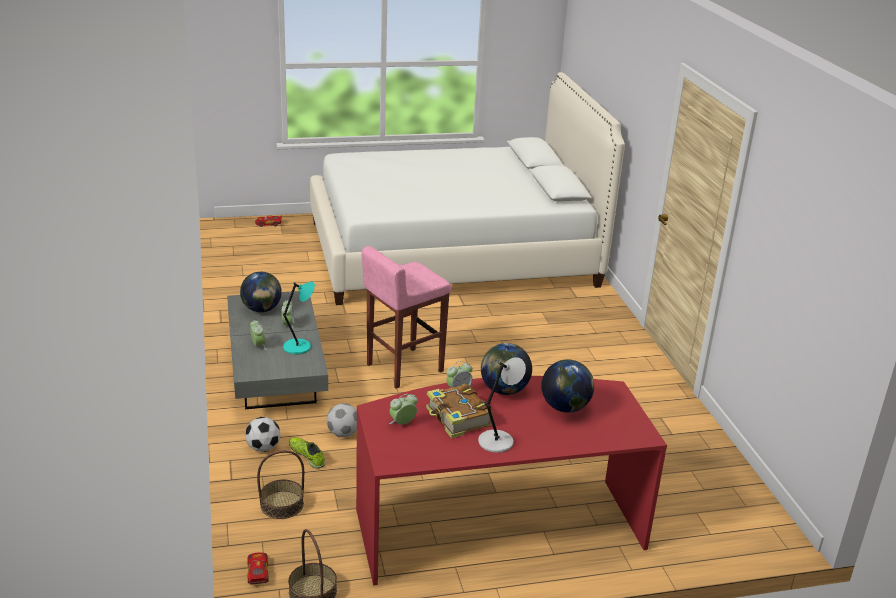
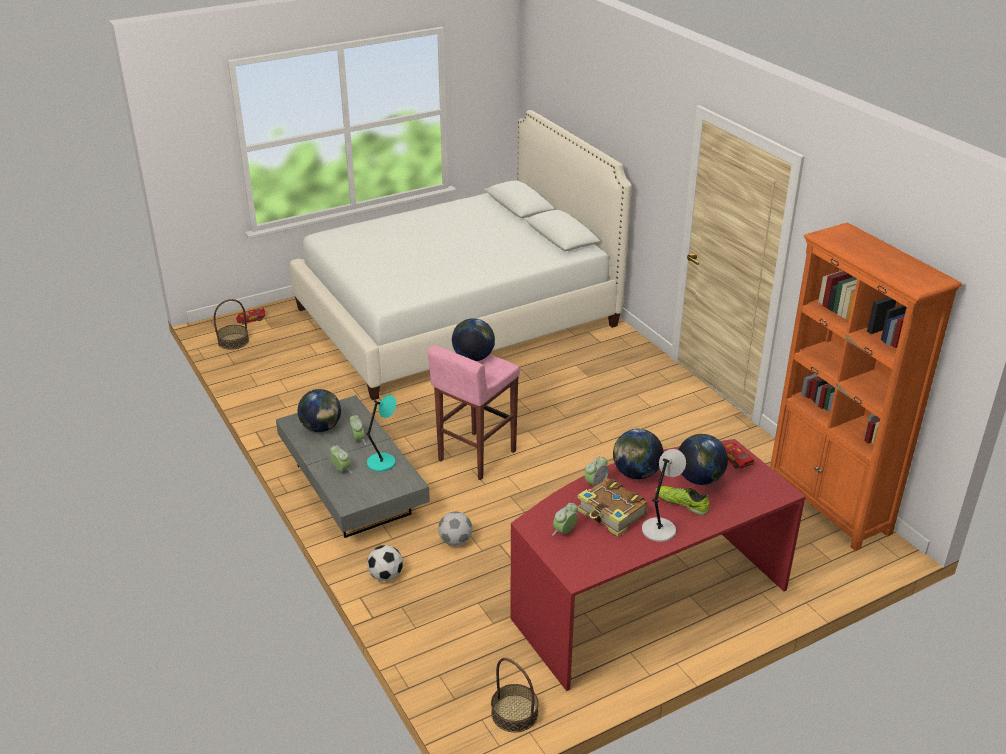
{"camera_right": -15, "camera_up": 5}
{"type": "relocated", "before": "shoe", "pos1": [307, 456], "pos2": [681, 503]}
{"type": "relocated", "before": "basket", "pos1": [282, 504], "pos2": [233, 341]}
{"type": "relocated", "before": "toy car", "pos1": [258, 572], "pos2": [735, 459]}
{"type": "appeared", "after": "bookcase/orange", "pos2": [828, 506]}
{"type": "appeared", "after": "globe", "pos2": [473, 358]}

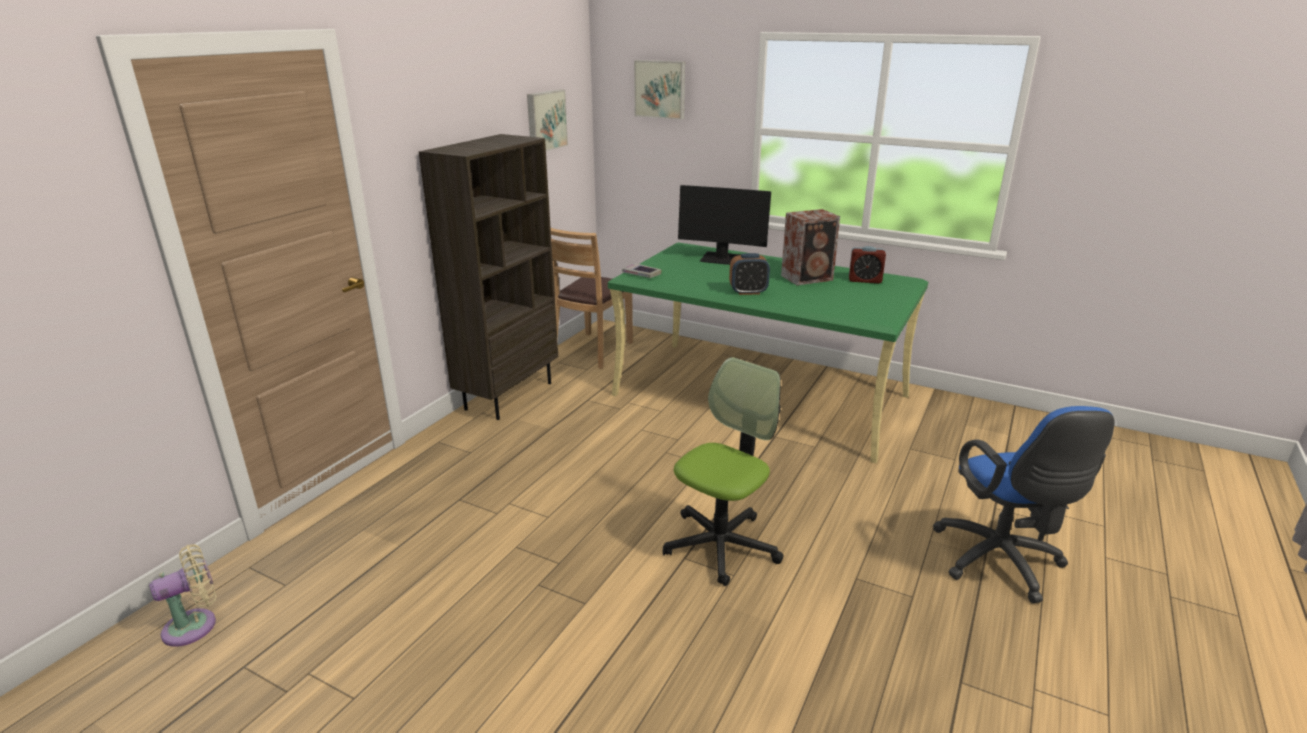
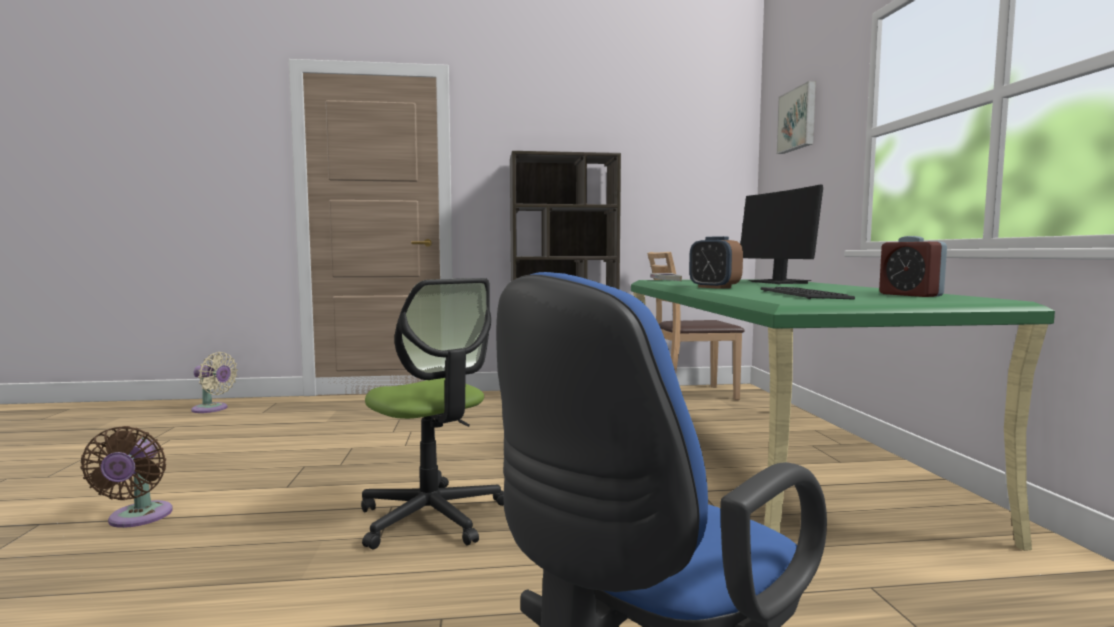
{"camera_right": 55, "camera_up": -20}
{"type": "missing", "before": "picture", "pos1": [545, 120]}
{"type": "missing", "before": "speaker", "pos1": [808, 278]}
{"type": "spun", "before": "office chair", "pos1": [721, 545], "pos2": [432, 517], "turn": 45}
{"type": "appeared", "after": "keyboard", "pos2": [804, 295]}
{"type": "appeared", "after": "fan/brown", "pos2": [137, 518]}

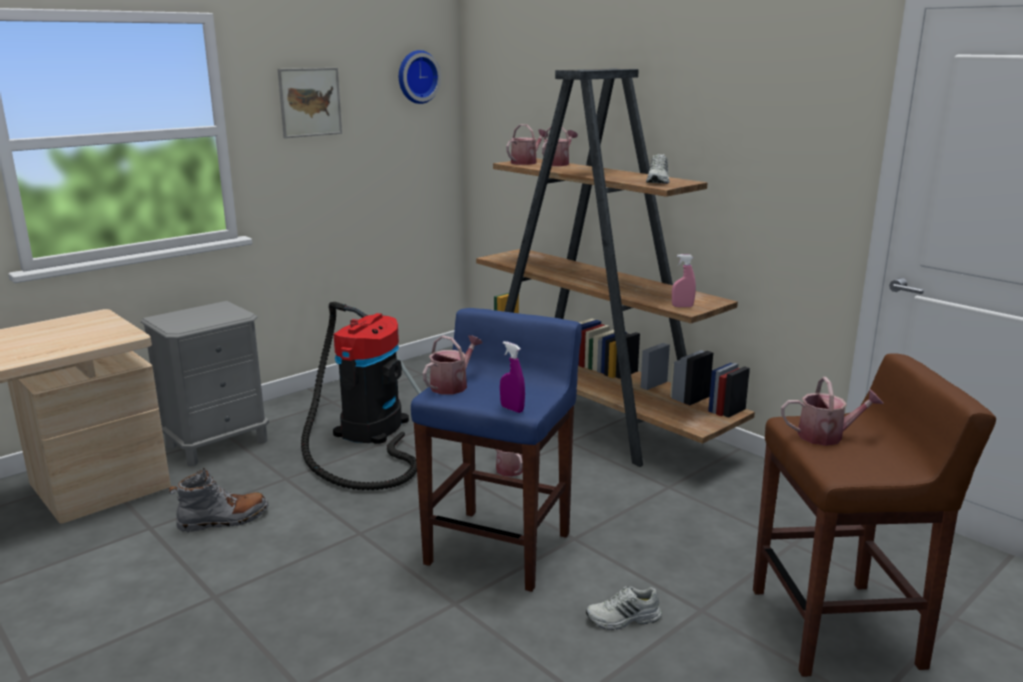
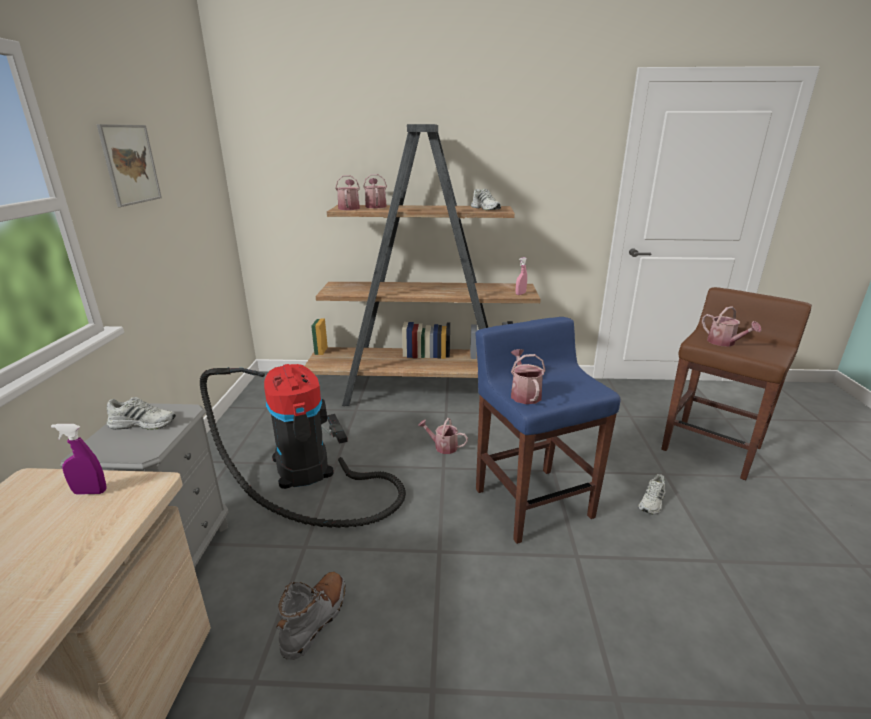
{"camera_right": -45, "camera_up": 5}
{"type": "missing", "before": "wall clock", "pos1": [417, 77]}
{"type": "relocated", "before": "spray bottle/purple", "pos1": [512, 409], "pos2": [90, 492]}
{"type": "spun", "before": "watering can", "pos1": [826, 436], "pos2": [724, 343], "turn": 105}
{"type": "appeared", "after": "shoe/white", "pos2": [144, 423]}

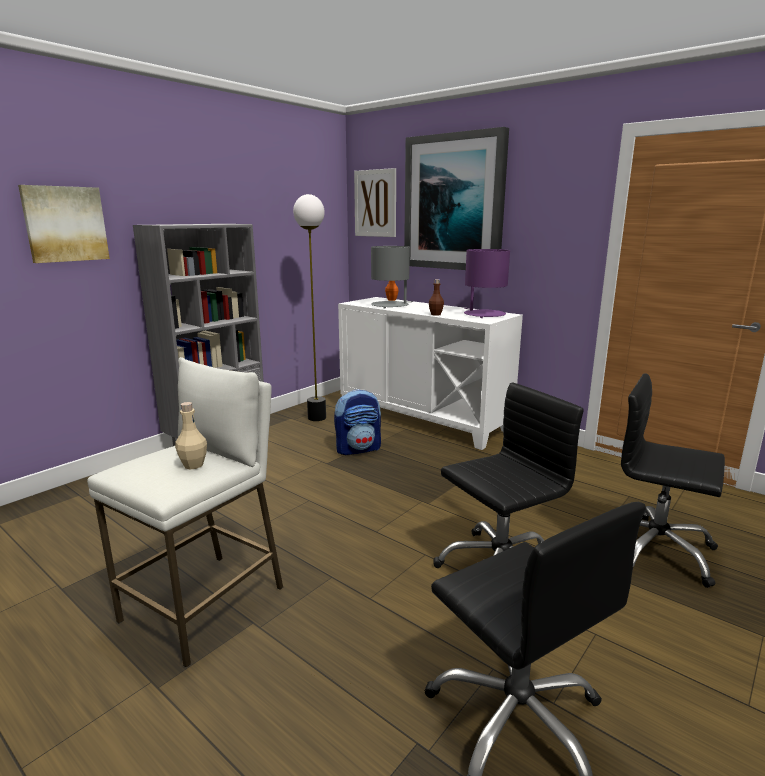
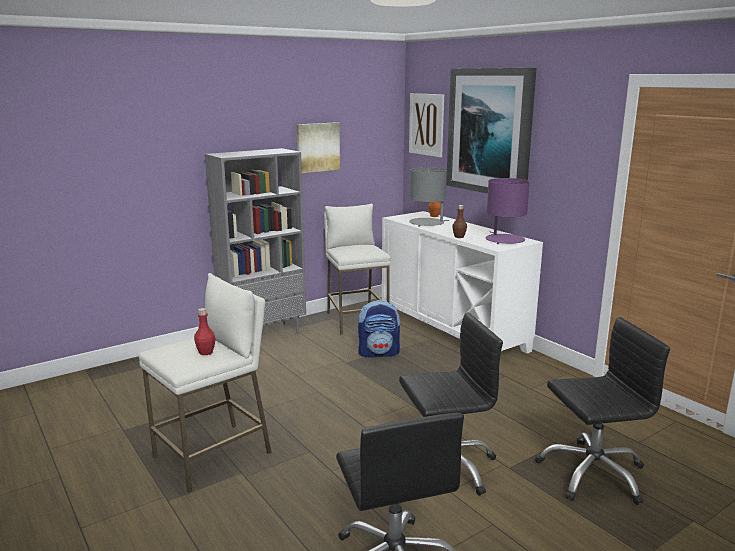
{"camera_right": 15, "camera_up": 0}
{"type": "relocated", "before": "picture", "pos1": [65, 224], "pos2": [317, 147]}
{"type": "exchanged", "before": "floor lamp", "after": "stool/white", "pos1": [317, 417], "pos2": [356, 320]}
{"type": "spun", "before": "office chair/black", "pos1": [654, 550], "pos2": [592, 473], "turn": 120}
{"type": "colour", "before": "bottle/beige", "after": "bottle/red", "pos1": [193, 465], "pos2": [206, 352]}

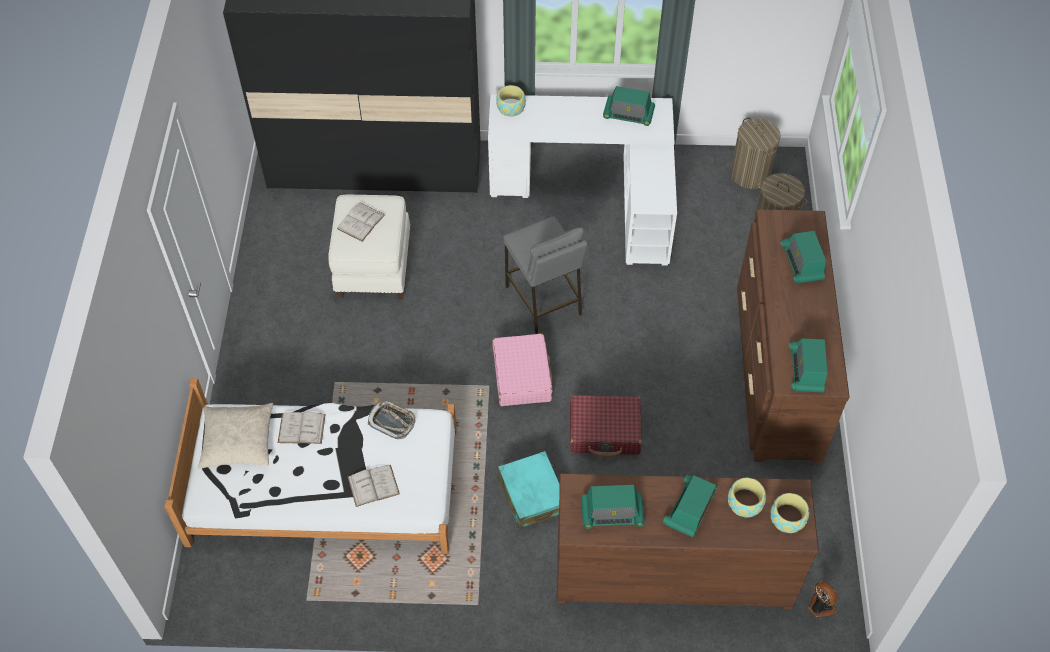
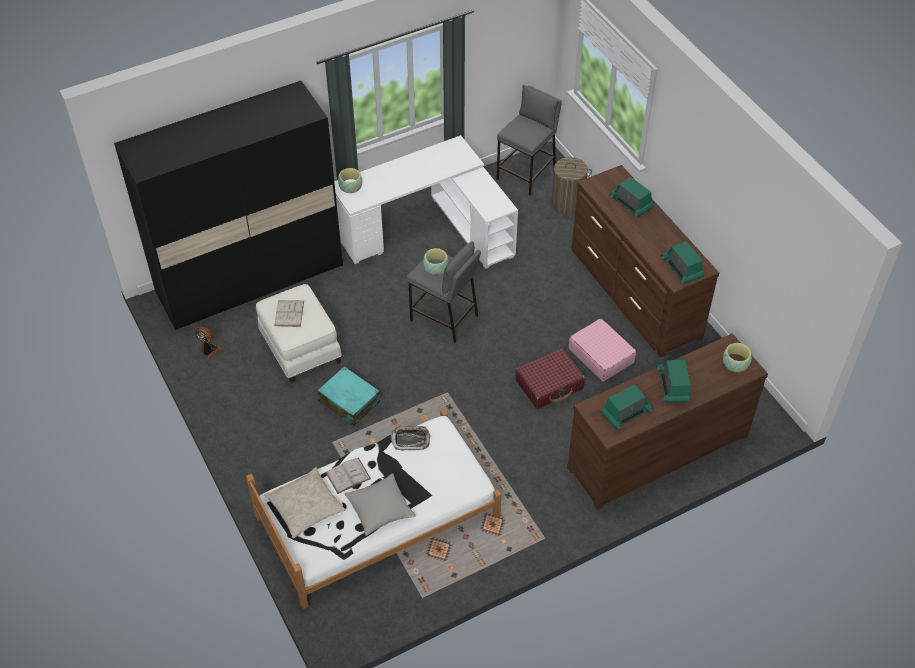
{"camera_right": -30, "camera_up": -5}
{"type": "missing", "before": "radio", "pos1": [628, 114]}
{"type": "exchanged", "before": "laundry basket", "after": "stool/grey", "pos1": [750, 174], "pos2": [527, 173]}
{"type": "relocated", "before": "suitcase/pink", "pos1": [522, 376], "pos2": [601, 355]}
{"type": "relocated", "before": "suitcase/turquoise", "pos1": [532, 495], "pos2": [349, 402]}
{"type": "missing", "before": "book/white", "pos1": [373, 485]}
{"type": "relocated", "before": "bowl", "pos1": [745, 503], "pos2": [436, 267]}
{"type": "relocated", "before": "fan", "pos1": [820, 606], "pos2": [209, 350]}
{"type": "appeared", "after": "pillow/grey", "pos2": [380, 509]}

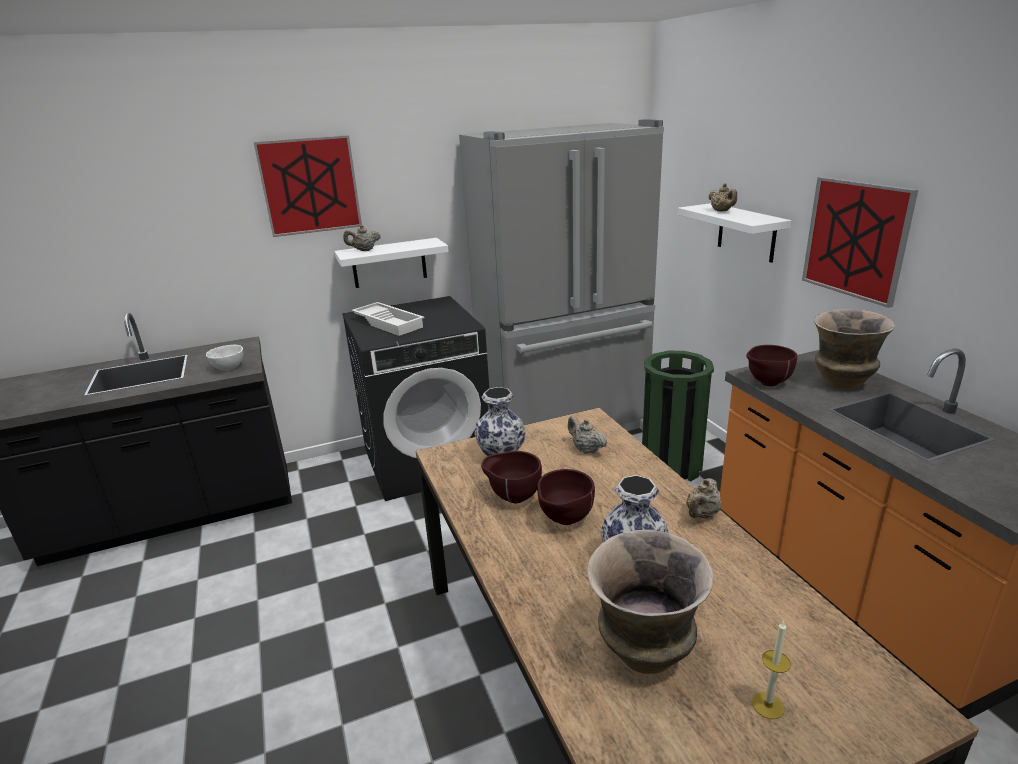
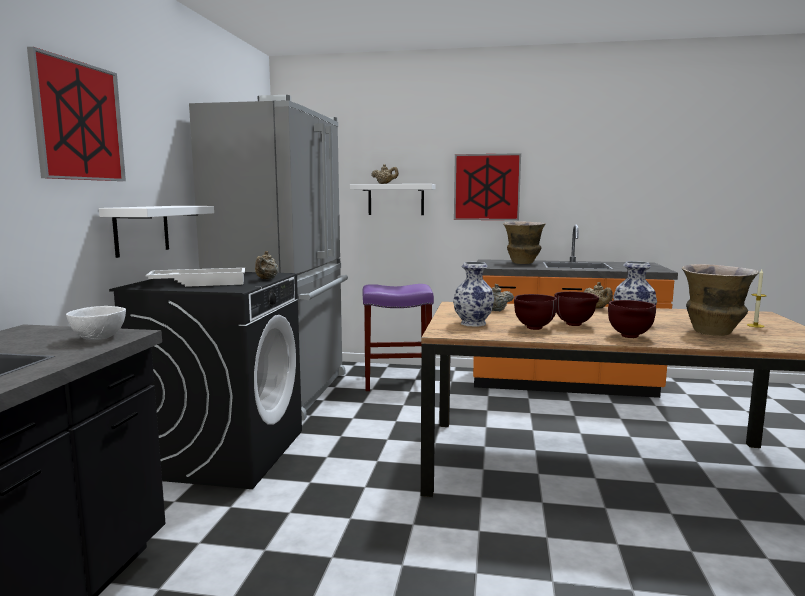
{"camera_right": -60, "camera_up": -15}
{"type": "relocated", "before": "teapot/beige", "pos1": [364, 250], "pos2": [266, 279]}
{"type": "relocated", "before": "bowl/brown", "pos1": [766, 383], "pos2": [630, 337]}
{"type": "exchanged", "before": "trash can/green", "after": "stool/purple", "pos1": [671, 466], "pos2": [398, 382]}

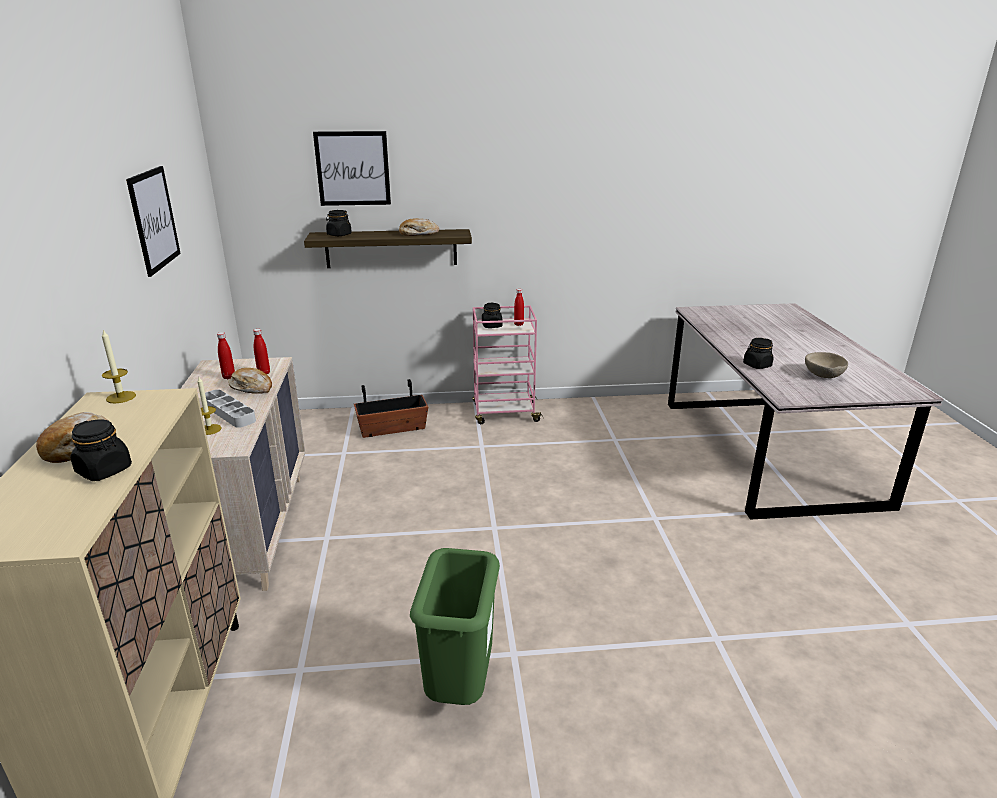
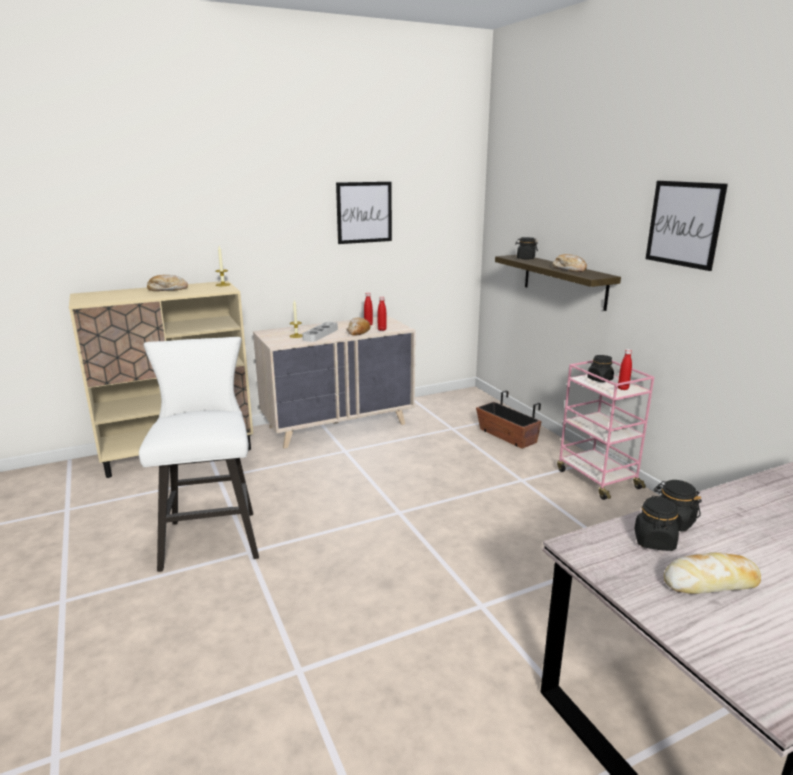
{"camera_right": 70, "camera_up": -5}
{"type": "relocated", "before": "picture", "pos1": [353, 168], "pos2": [684, 224]}
{"type": "exchanged", "before": "bowl/beige", "after": "bread", "pos1": [822, 375], "pos2": [710, 582]}
{"type": "relocated", "before": "jar/black", "pos1": [104, 470], "pos2": [654, 541]}
{"type": "exchanged", "before": "trash can/green", "after": "stool/white", "pos1": [459, 687], "pos2": [212, 535]}

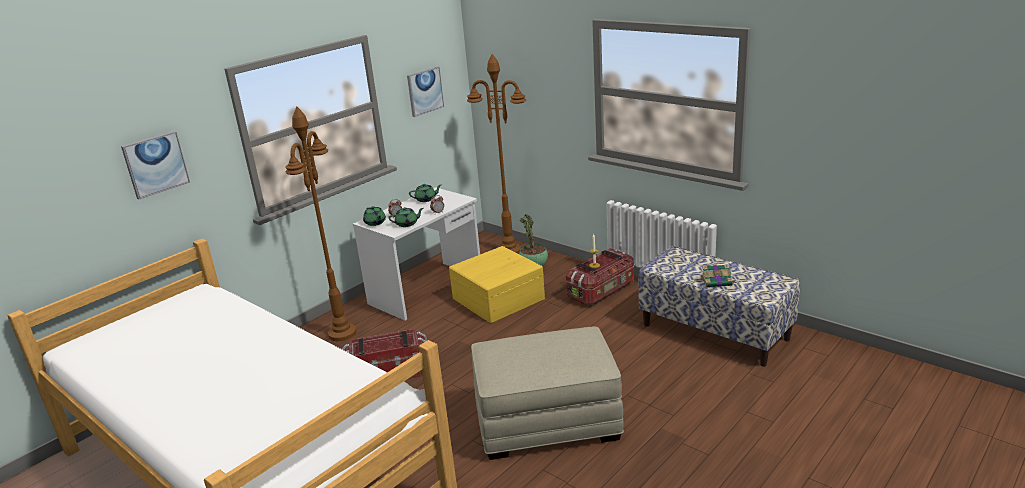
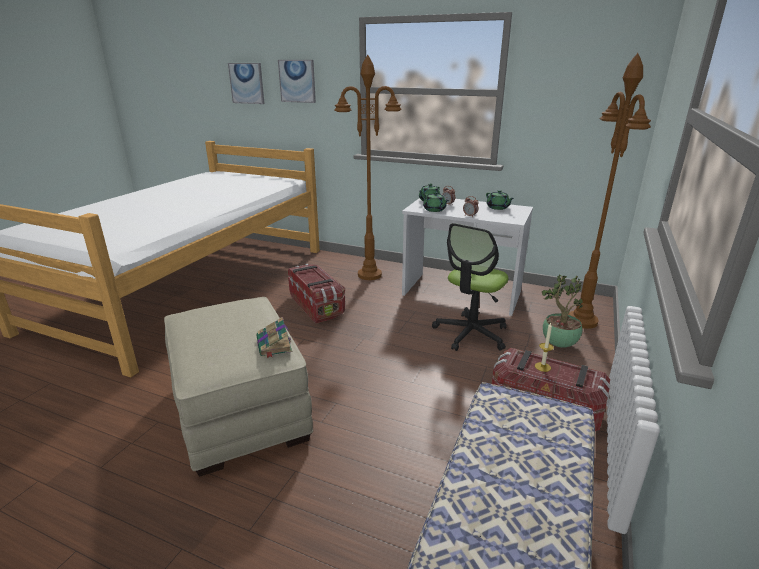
{"camera_right": 70, "camera_up": 0}
{"type": "relocated", "before": "picture", "pos1": [425, 91], "pos2": [247, 83]}
{"type": "exchanged", "before": "storage box/yellow", "after": "office chair", "pos1": [497, 298], "pos2": [471, 333]}
{"type": "relocated", "before": "book", "pos1": [717, 281], "pos2": [274, 345]}

